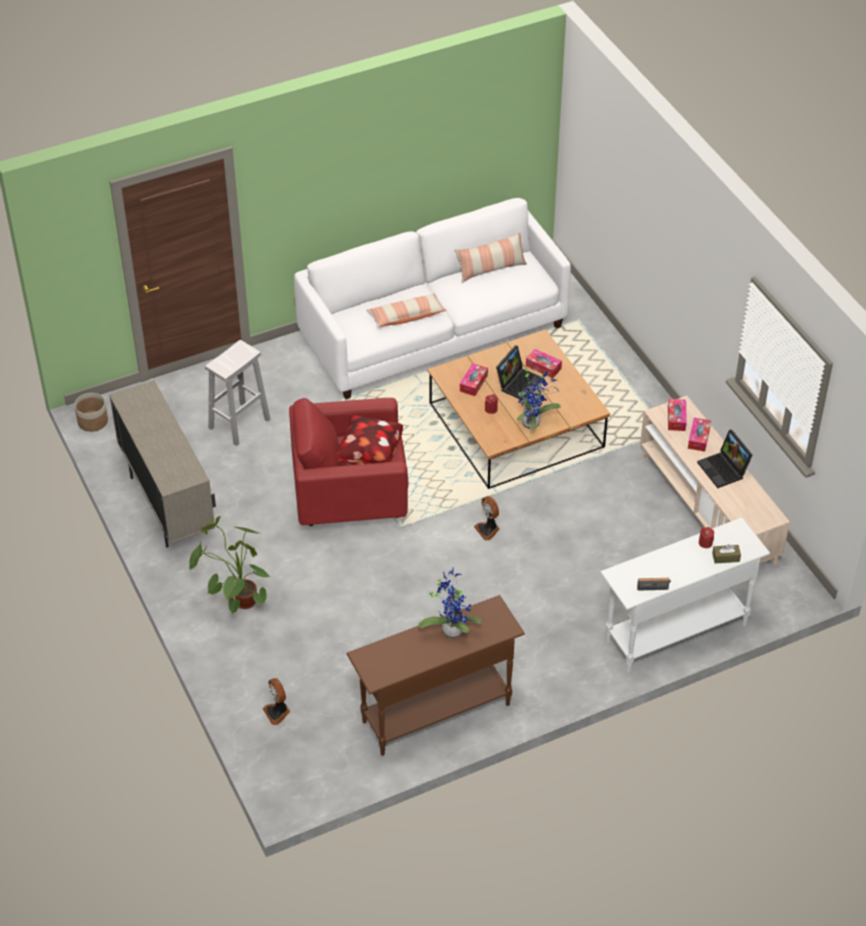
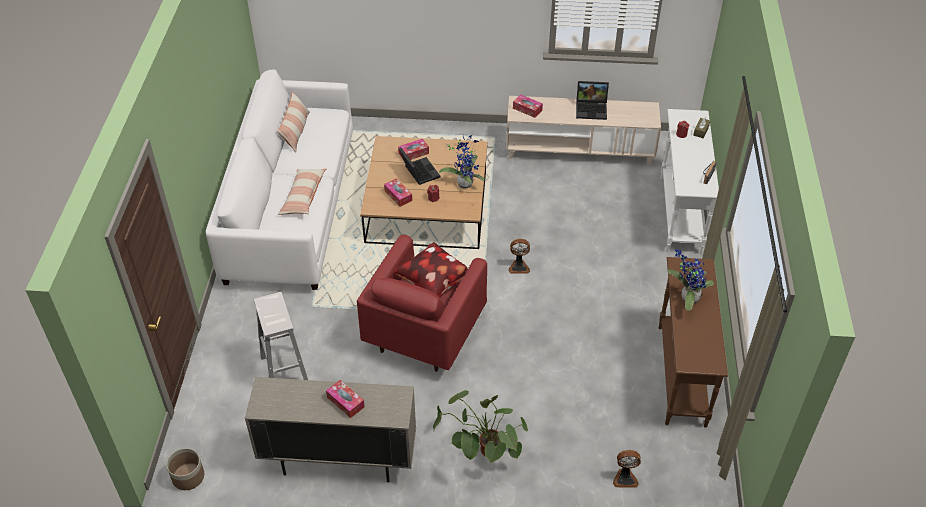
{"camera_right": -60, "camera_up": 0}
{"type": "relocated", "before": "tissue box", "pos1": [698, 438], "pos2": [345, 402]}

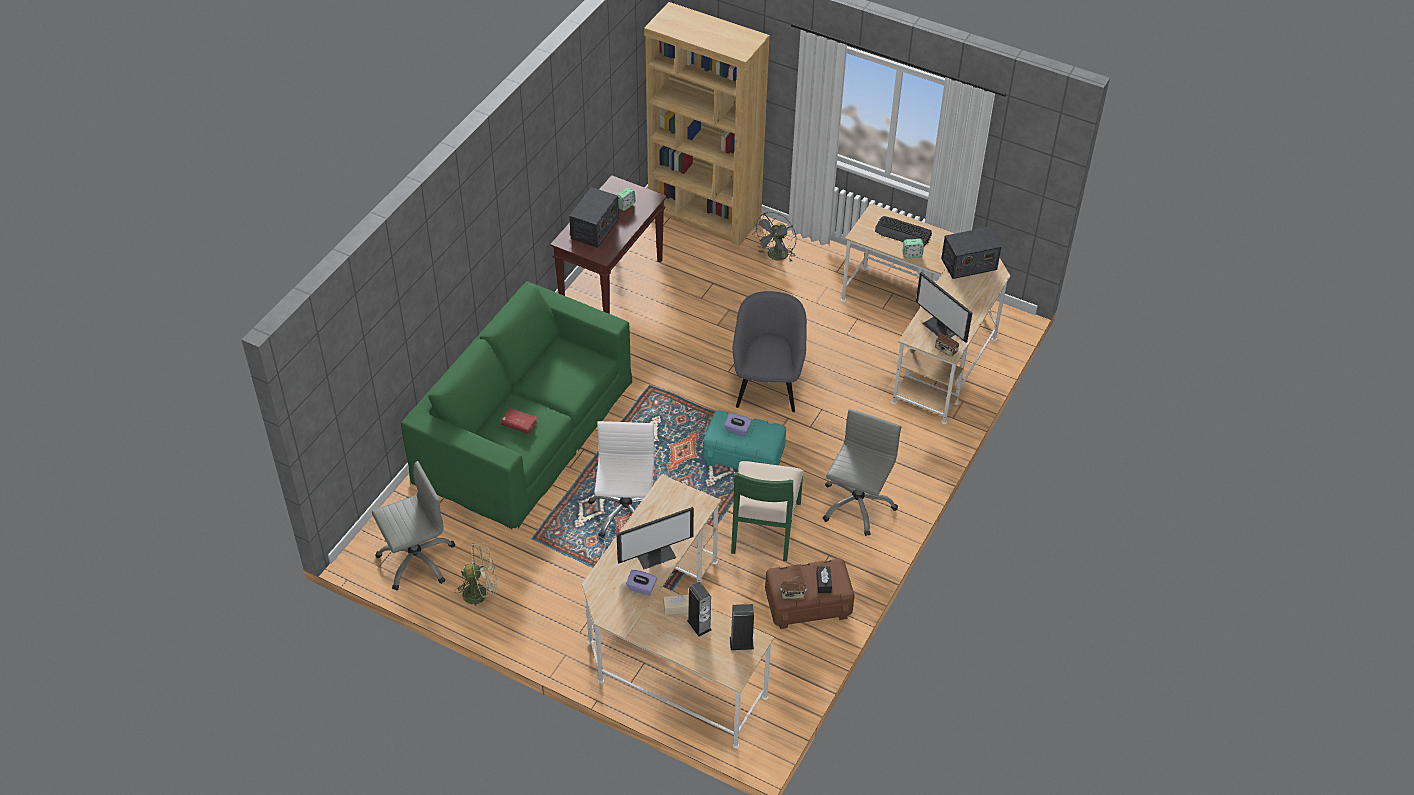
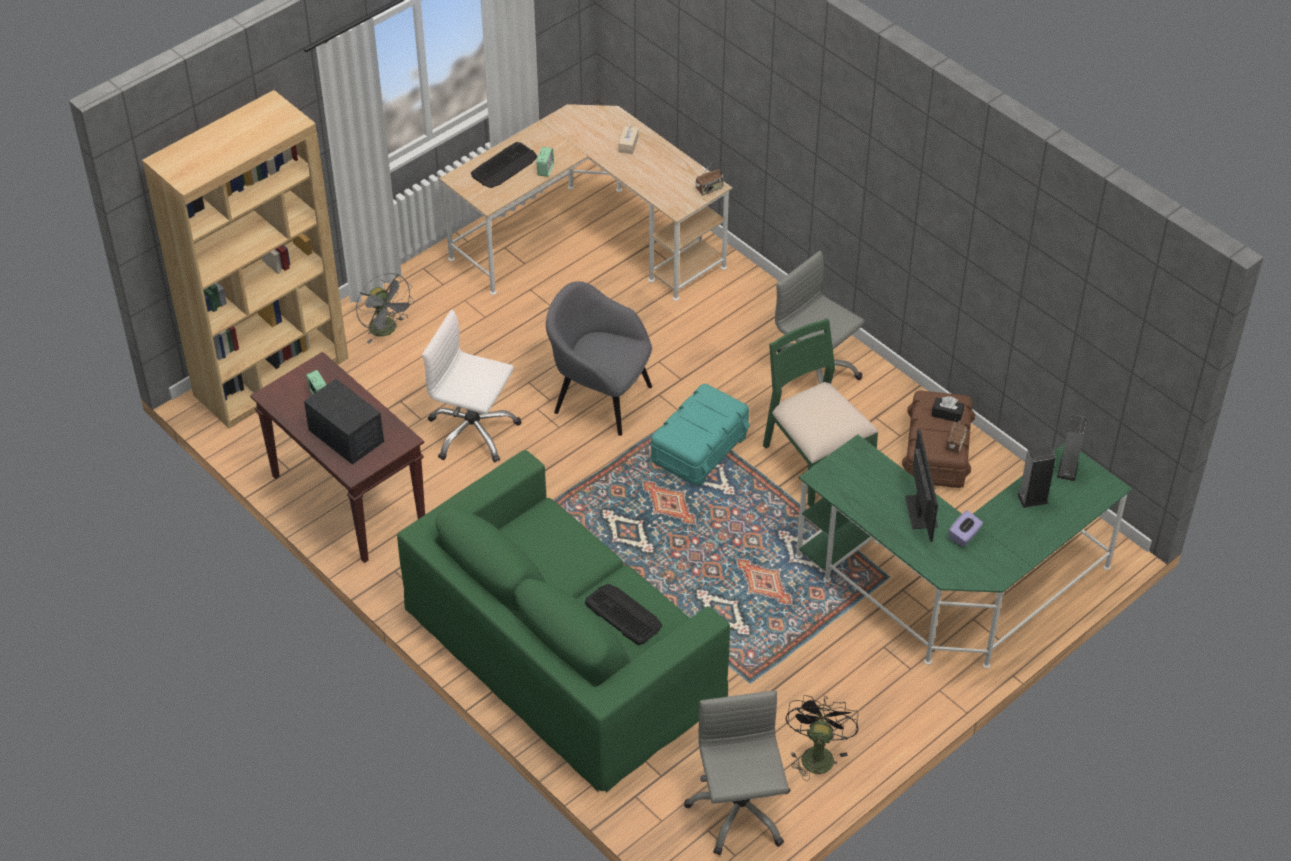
{"camera_right": -70, "camera_up": 0}
{"type": "missing", "before": "radio", "pos1": [968, 264]}
{"type": "missing", "before": "monitor", "pos1": [941, 328]}
{"type": "exchanged", "before": "book/red", "after": "keyboard", "pos1": [519, 424], "pos2": [623, 614]}
{"type": "missing", "before": "tissue box/purple", "pos1": [737, 430]}
{"type": "relocated", "before": "office chair/white", "pos1": [625, 512], "pos2": [472, 432]}
{"type": "spun", "before": "chair/green", "pos1": [764, 527], "pos2": [816, 461], "turn": -150}
{"type": "colour", "before": "desk/beige", "after": "desk/green", "pos1": [669, 644], "pos2": [953, 590]}
{"type": "colour", "before": "fan/beige", "after": "fan/black", "pos1": [481, 592], "pos2": [817, 753]}
{"type": "relocated", "before": "tissue box/beige", "pos1": [677, 608], "pos2": [628, 144]}

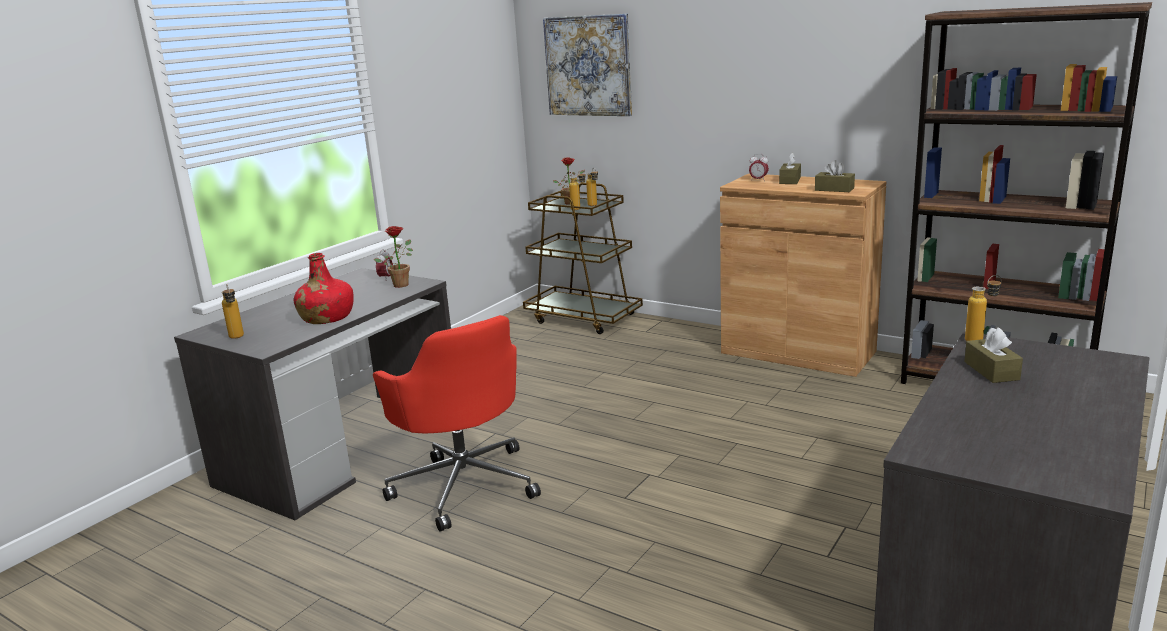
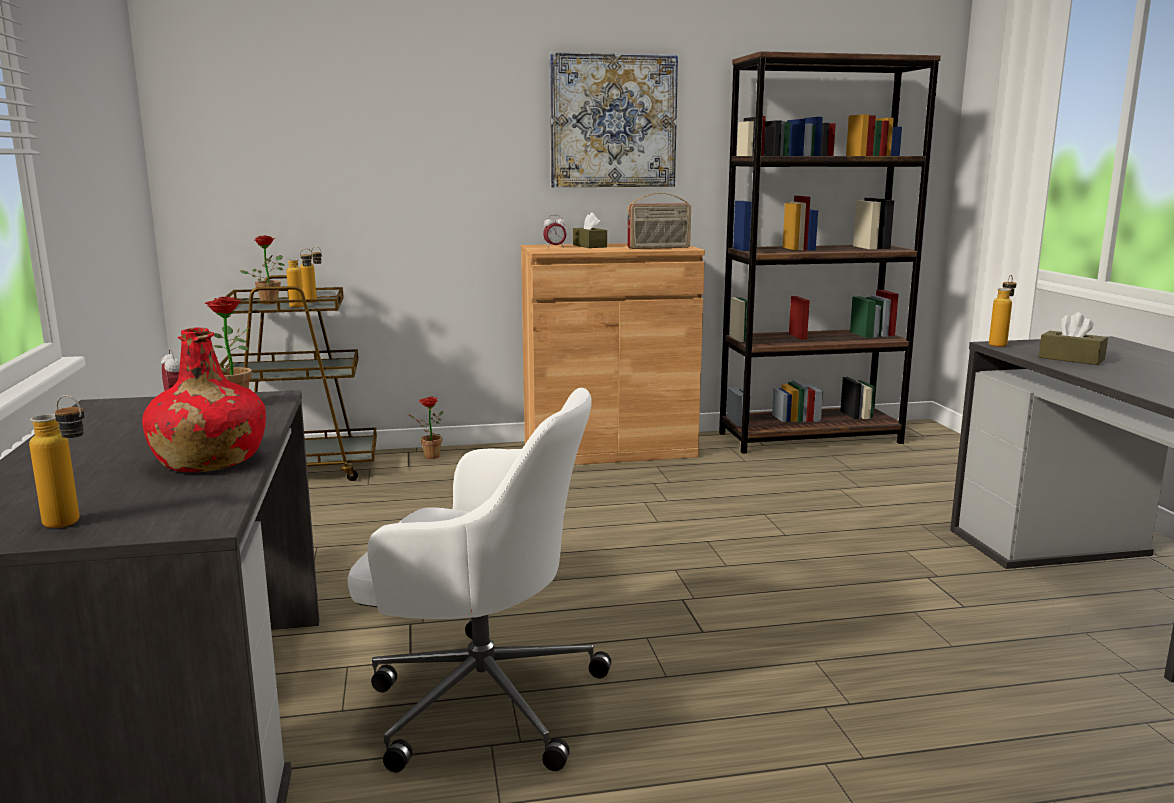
{"camera_right": -45, "camera_up": -5}
{"type": "relocated", "before": "picture", "pos1": [588, 66], "pos2": [613, 121]}
{"type": "exchanged", "before": "tissue box/brown", "after": "radio", "pos1": [834, 189], "pos2": [659, 248]}
{"type": "colour", "before": "office chair/red", "after": "office chair/white", "pos1": [464, 484], "pos2": [480, 699]}
{"type": "appeared", "after": "potted plant", "pos2": [428, 456]}

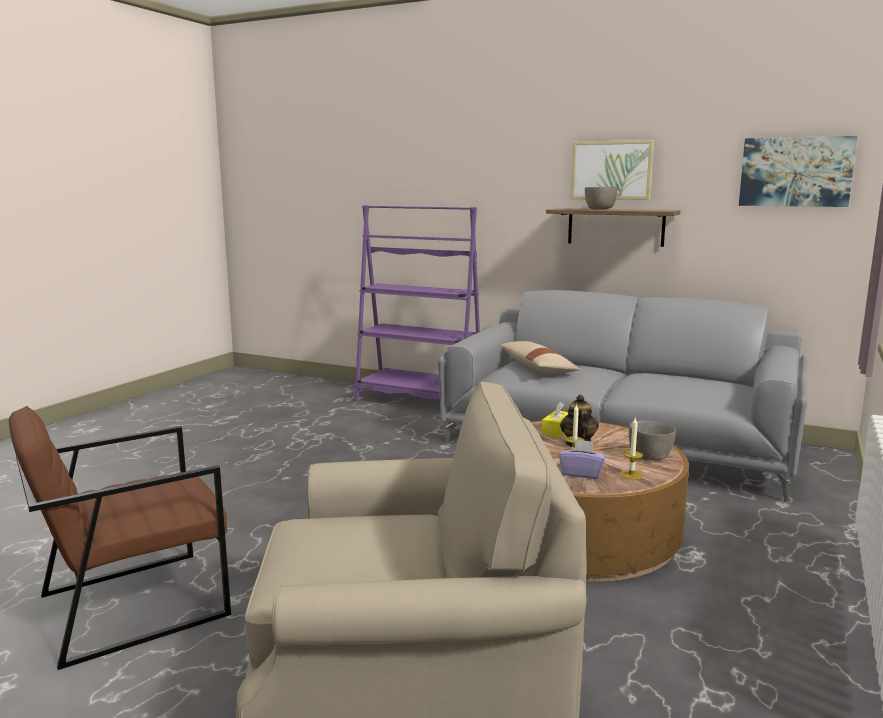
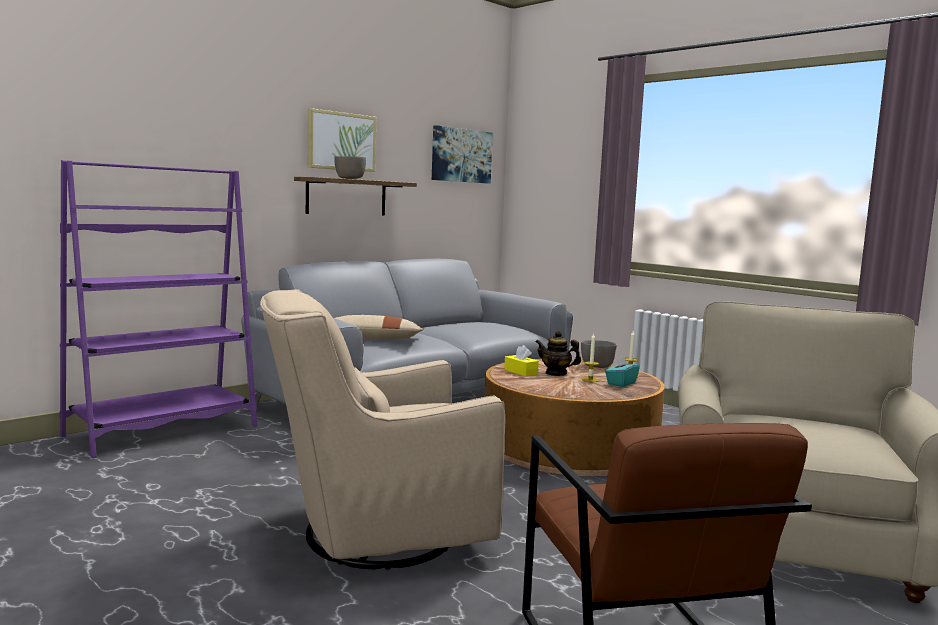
{"camera_right": -70, "camera_up": -5}
{"type": "colour", "before": "tissue box/purple", "after": "tissue box/turquoise", "pos1": [581, 473], "pos2": [621, 383]}
{"type": "appeared", "after": "armchair/beige", "pos2": [373, 534]}

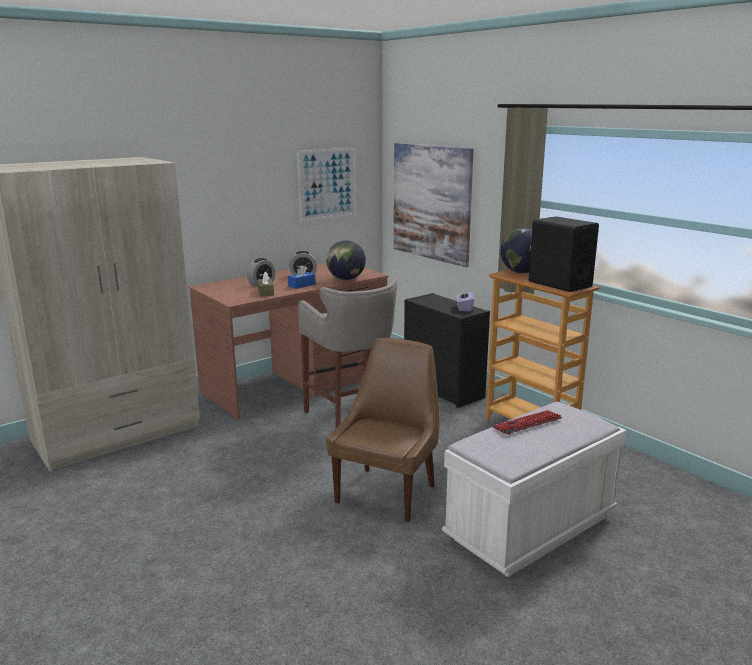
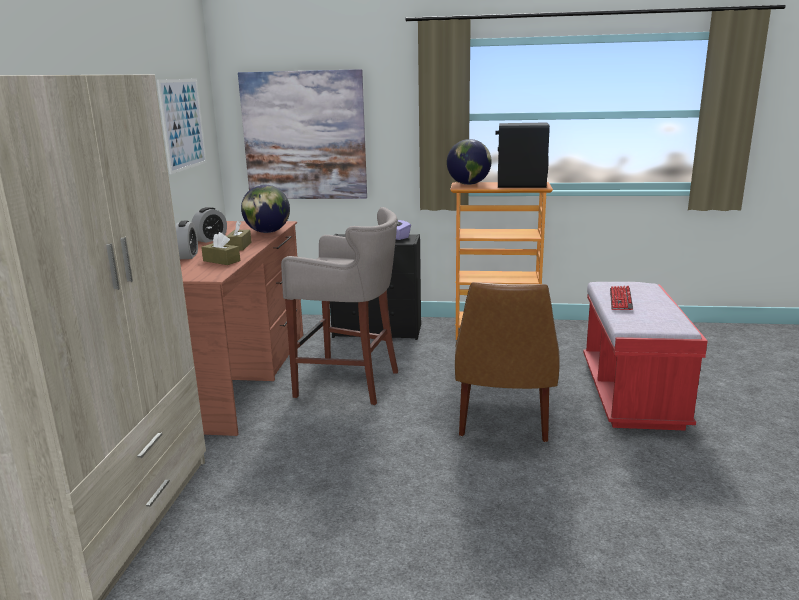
{"camera_right": -45, "camera_up": 0}
{"type": "colour", "before": "tissue box/blue", "after": "tissue box/brown", "pos1": [301, 285], "pos2": [239, 246]}
{"type": "spun", "before": "chair/brown", "pos1": [387, 492], "pos2": [503, 422], "turn": -150}
{"type": "colour", "before": "bench/white", "after": "bench/red", "pos1": [531, 528], "pos2": [632, 394]}

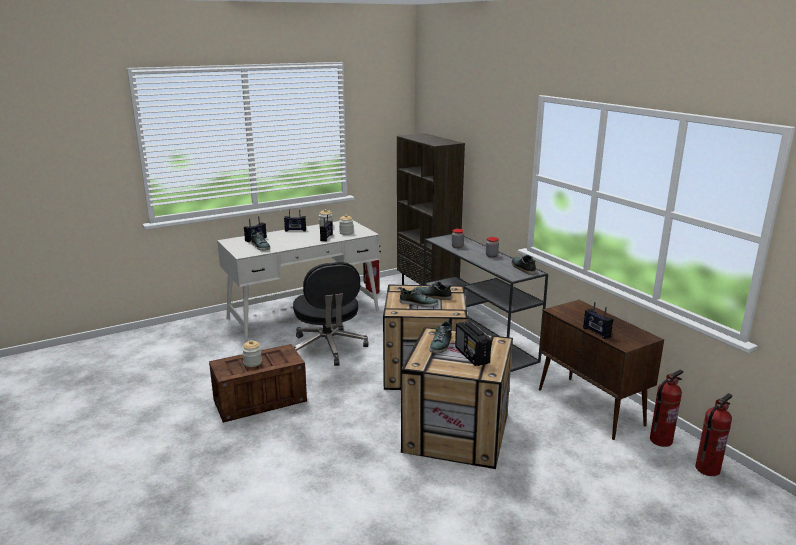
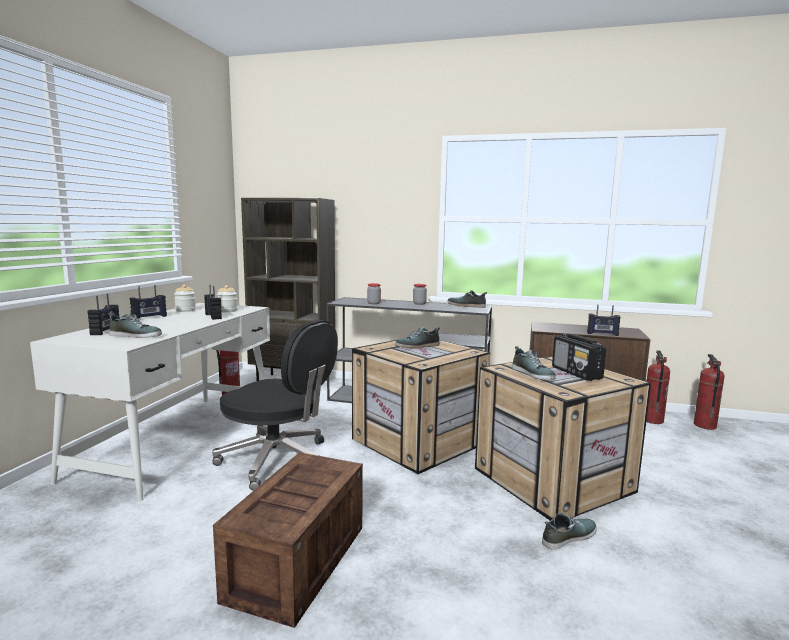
{"camera_right": -45, "camera_up": -10}
{"type": "relocated", "before": "shoe", "pos1": [418, 303], "pos2": [568, 536]}
{"type": "spun", "before": "radio", "pos1": [472, 356], "pos2": [576, 373], "turn": 45}
{"type": "missing", "before": "jar", "pos1": [252, 362]}

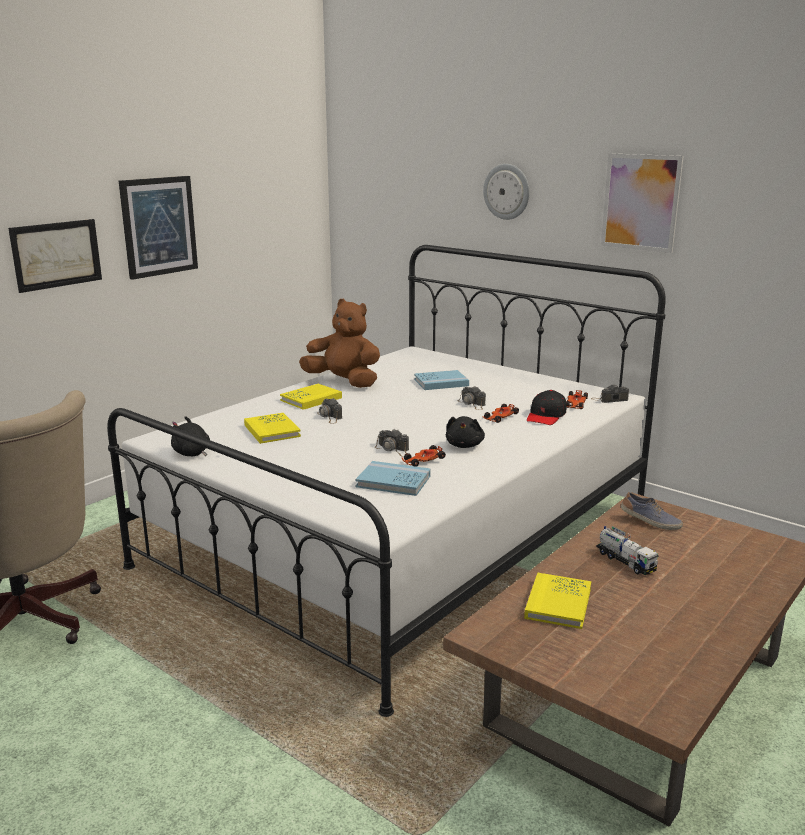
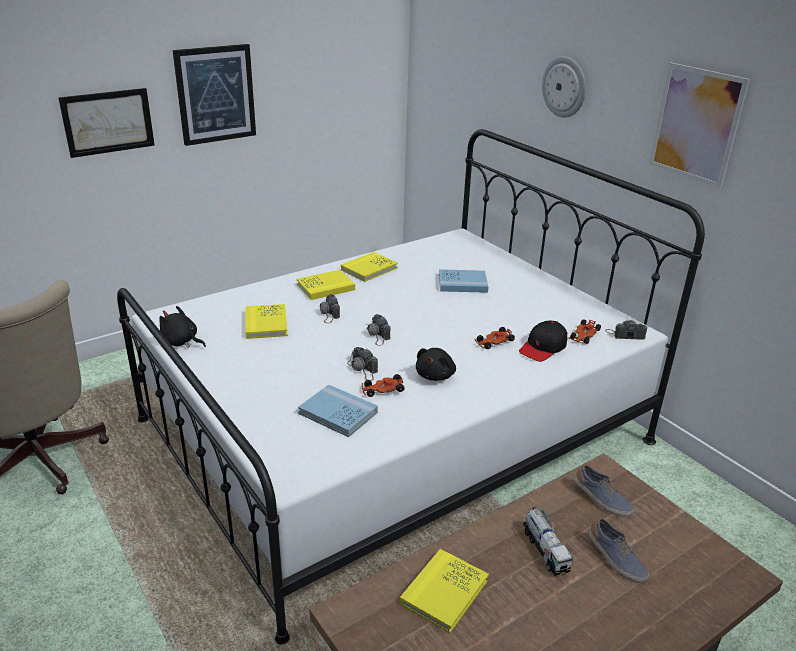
{"camera_right": 15, "camera_up": 10}
{"type": "exchanged", "before": "plush toy/brown", "after": "book/yellow", "pos1": [344, 382], "pos2": [369, 269]}
{"type": "relocated", "before": "photo camera", "pos1": [472, 404], "pos2": [378, 335]}
{"type": "appeared", "after": "shoe", "pos2": [615, 559]}

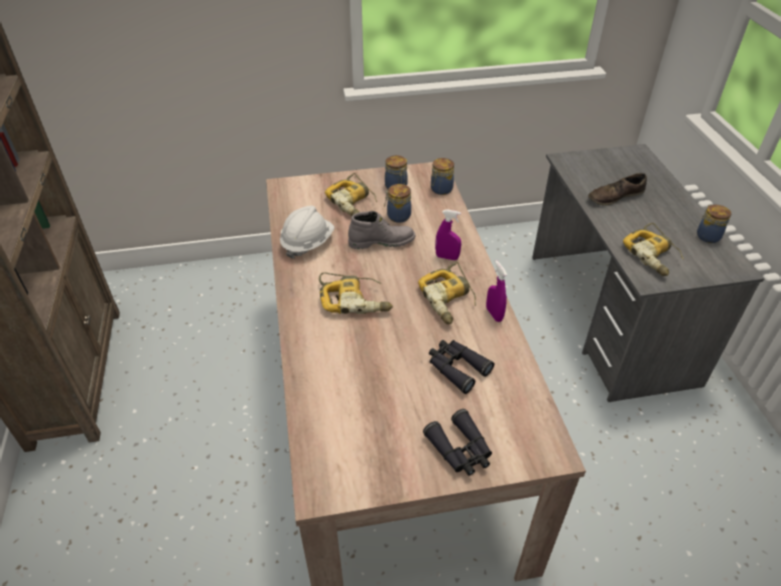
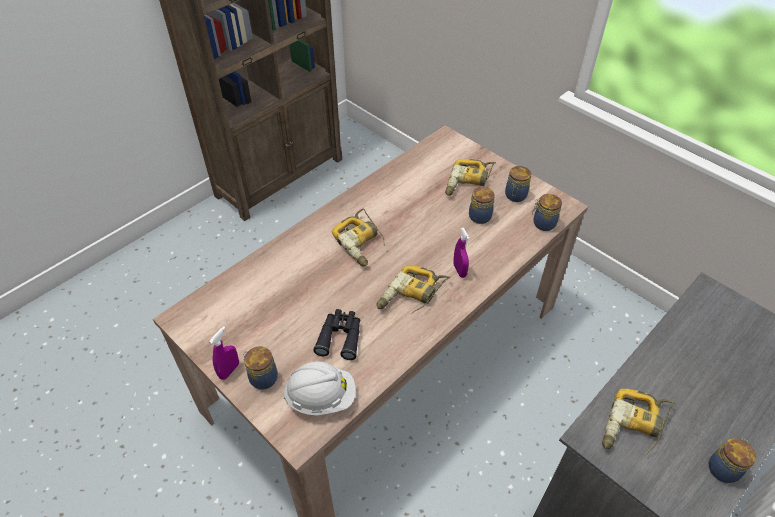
{"camera_right": 55, "camera_up": 5}
{"type": "missing", "before": "shoe/brown", "pos1": [615, 196]}
{"type": "relocated", "before": "hard hat/white", "pos1": [307, 243], "pos2": [321, 397]}
{"type": "missing", "before": "boot/grey", "pos1": [382, 241]}
{"type": "relocated", "before": "spray bottle/purple", "pos1": [494, 314], "pos2": [229, 370]}
{"type": "exchanged", "before": "binoculars/black", "after": "jar", "pos1": [460, 450], "pos2": [262, 378]}

